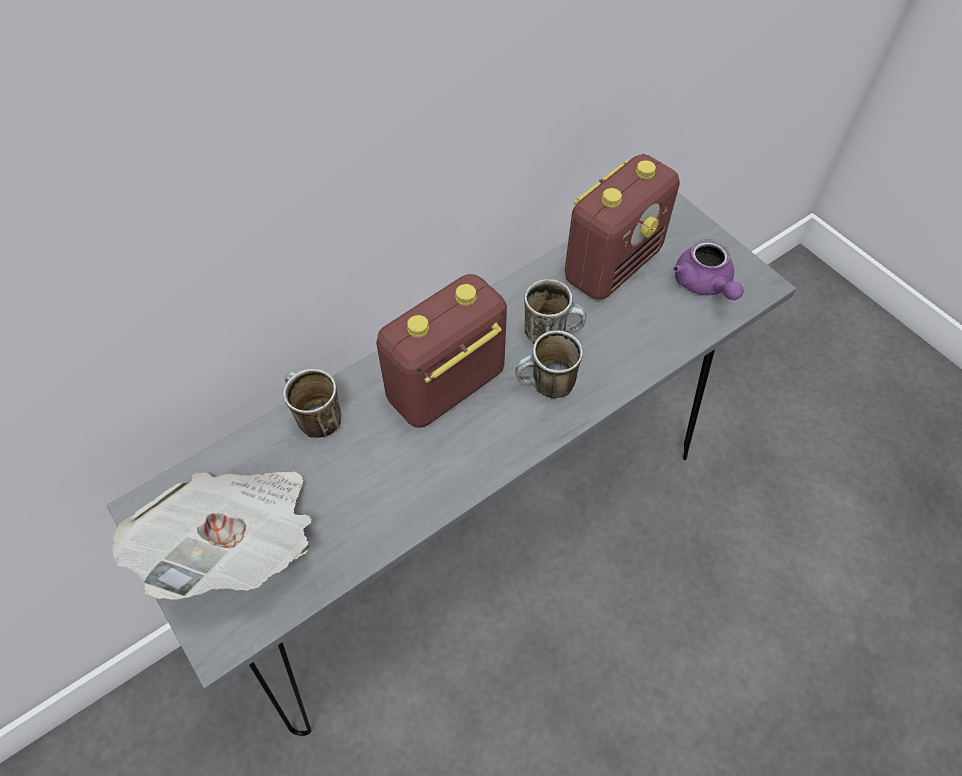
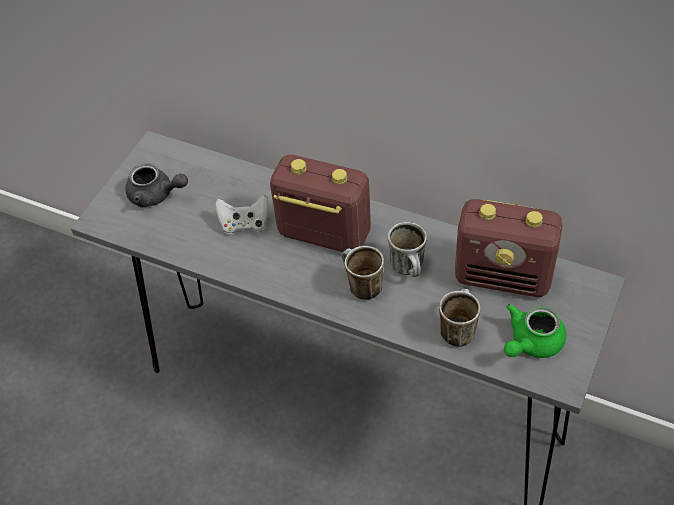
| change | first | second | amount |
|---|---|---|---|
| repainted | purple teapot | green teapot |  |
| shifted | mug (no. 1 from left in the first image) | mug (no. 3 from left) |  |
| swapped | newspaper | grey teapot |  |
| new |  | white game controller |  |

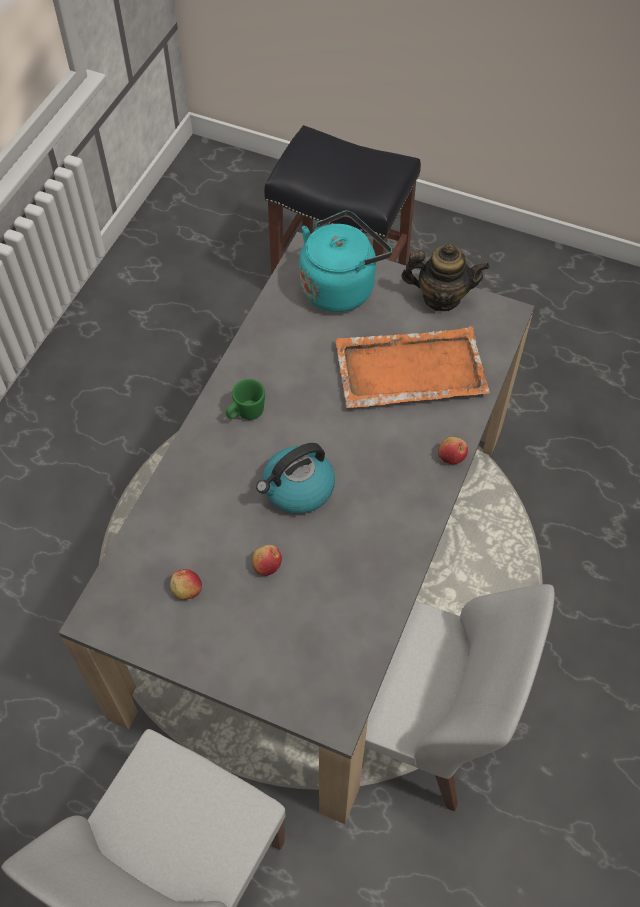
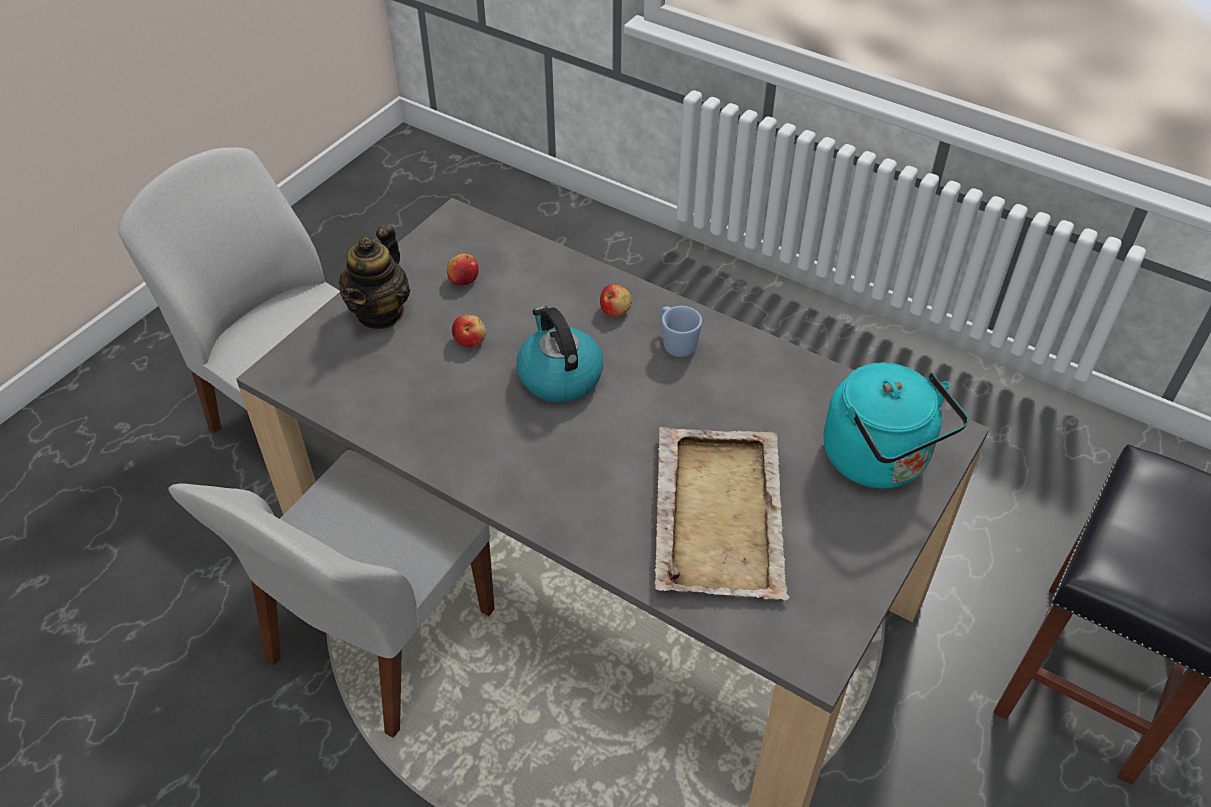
| change | first | second | amount |
|---|---|---|---|
| shifted | teapot |  |  |
| repainted | orange tray | beige tray |  |
| repainted | green mug | blue mug |  |
| shifted | apple (no. 3 from left) |  |  |

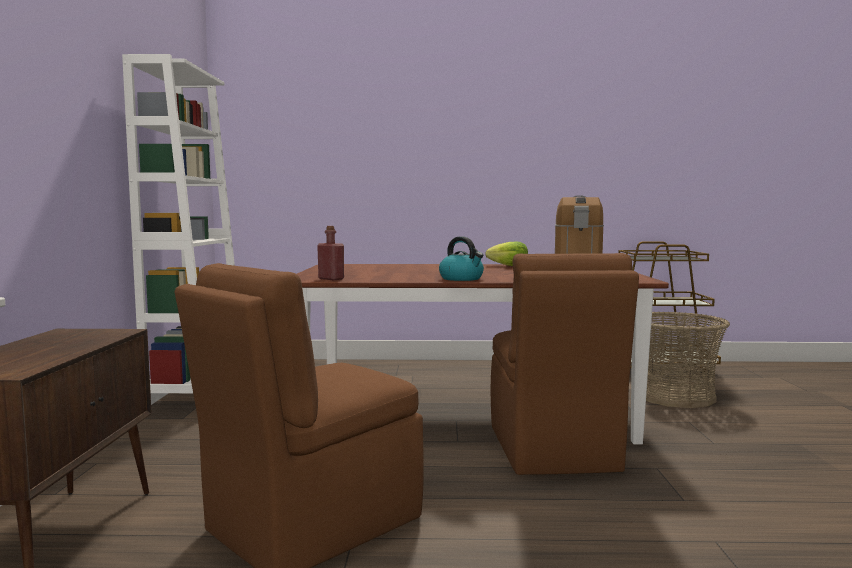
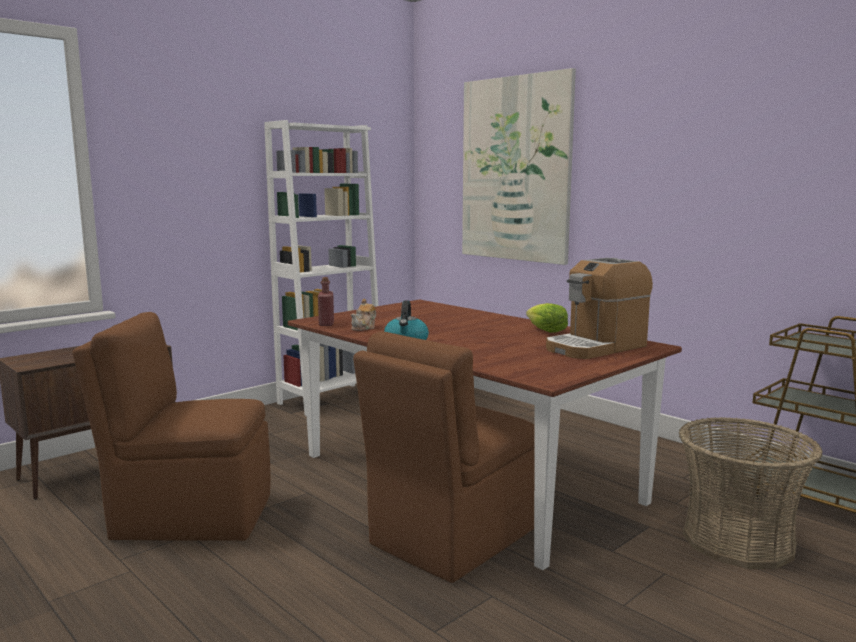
| change | first | second | amount |
|---|---|---|---|
| new |  | picture |  |
| new |  | teapot |  |

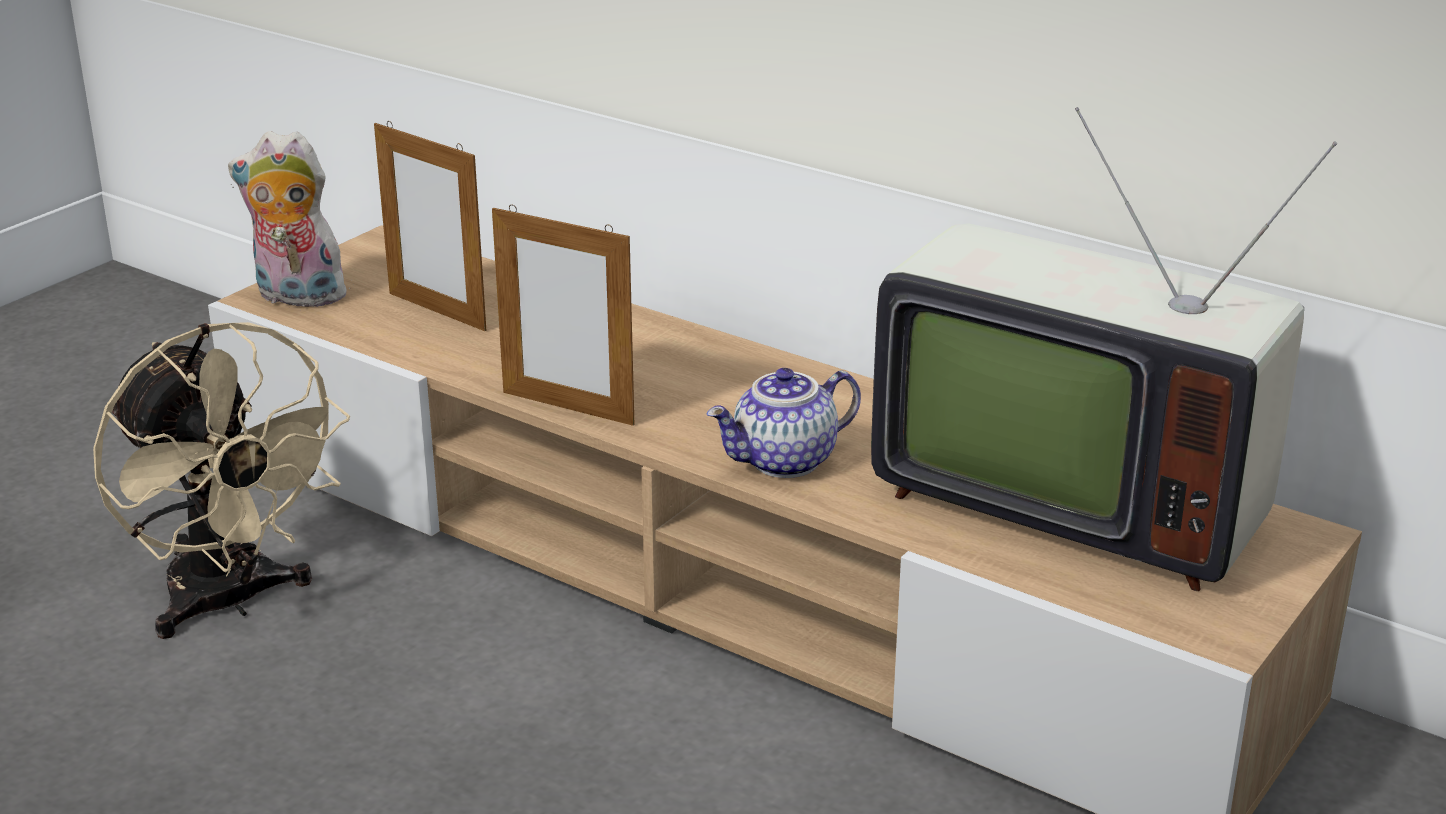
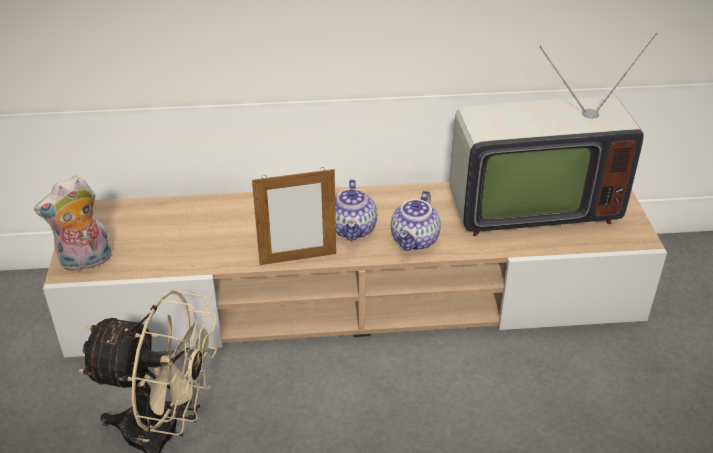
| change | first | second | amount |
|---|---|---|---|
| gone | picture frame (no. 1 from left) |  |  |
| new |  | teapot (no. 1 from left) |  |

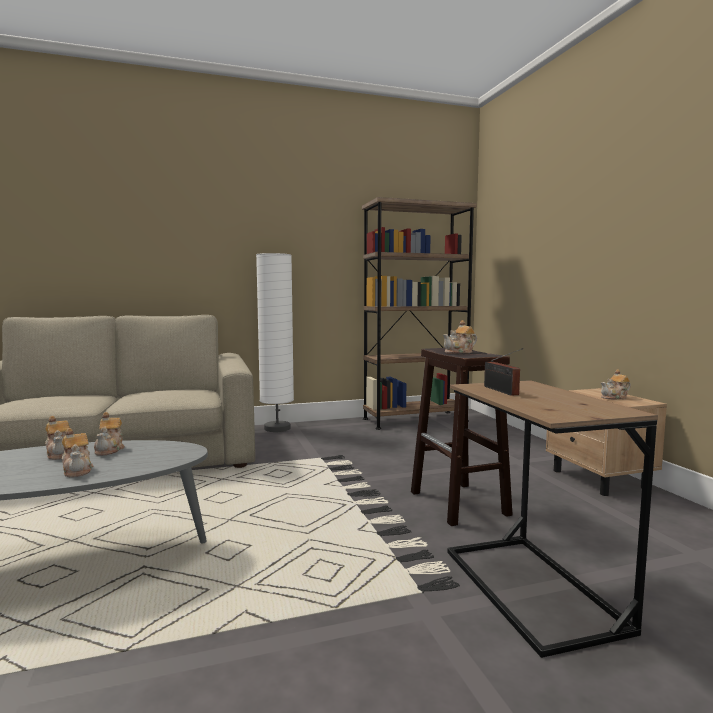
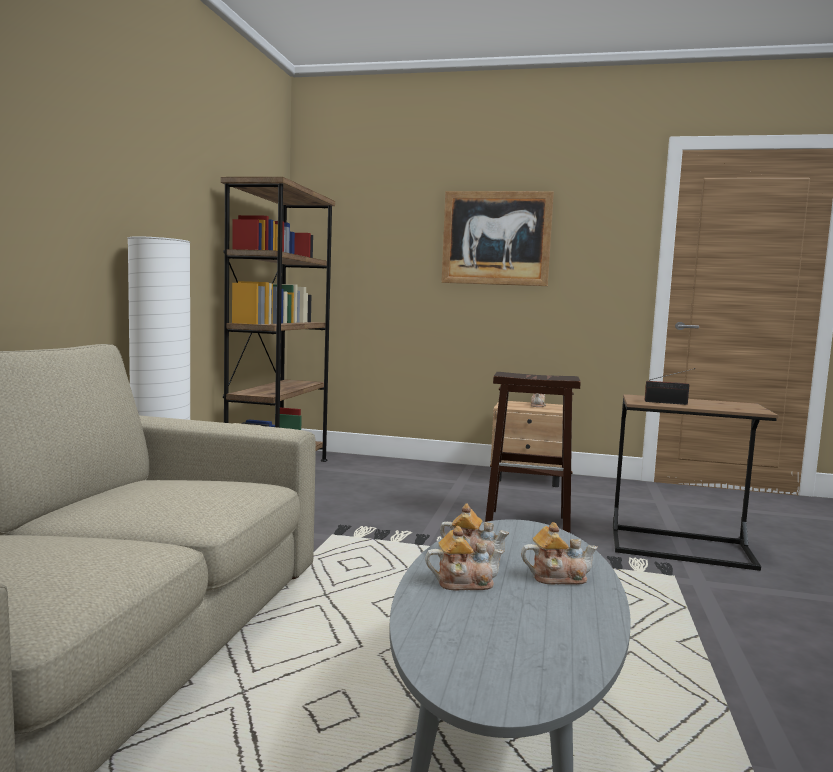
| change | first | second | amount |
|---|---|---|---|
| gone | teapot (no. 4 from left) |  |  |
| new |  | picture |  |

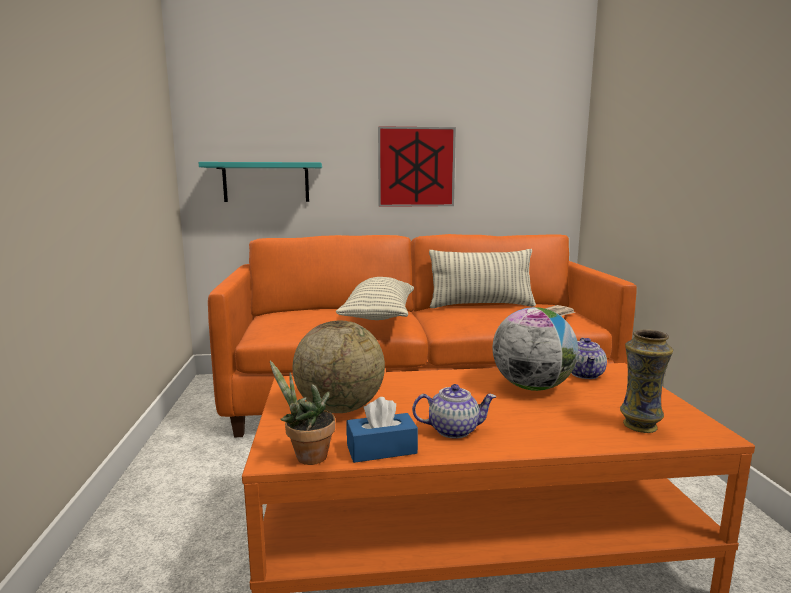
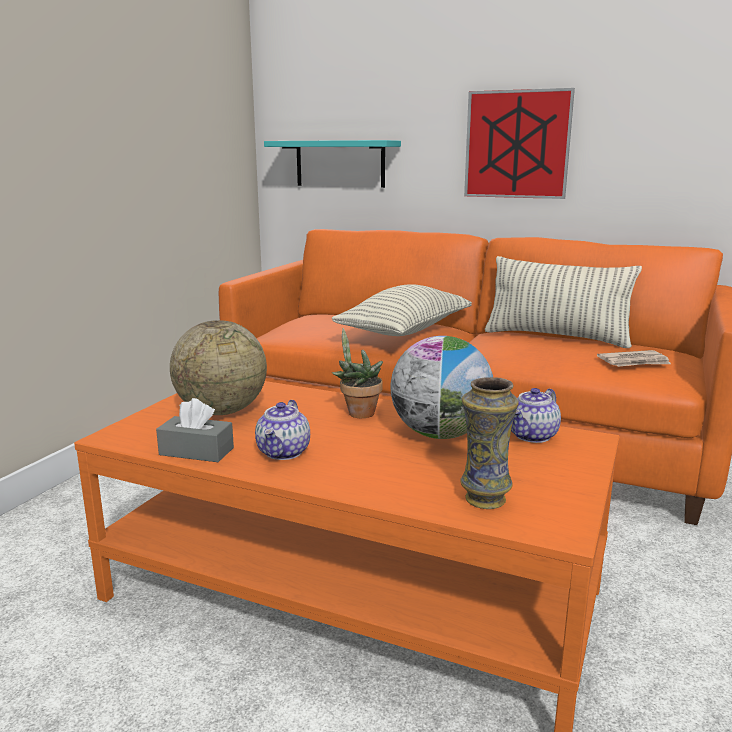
| change | first | second | amount |
|---|---|---|---|
| shifted | potted plant |  |  |
| rotated | teapot (no. 1 from left) |  | 75 degrees clockwise |
| repainted | blue tissue box | grey tissue box |  |

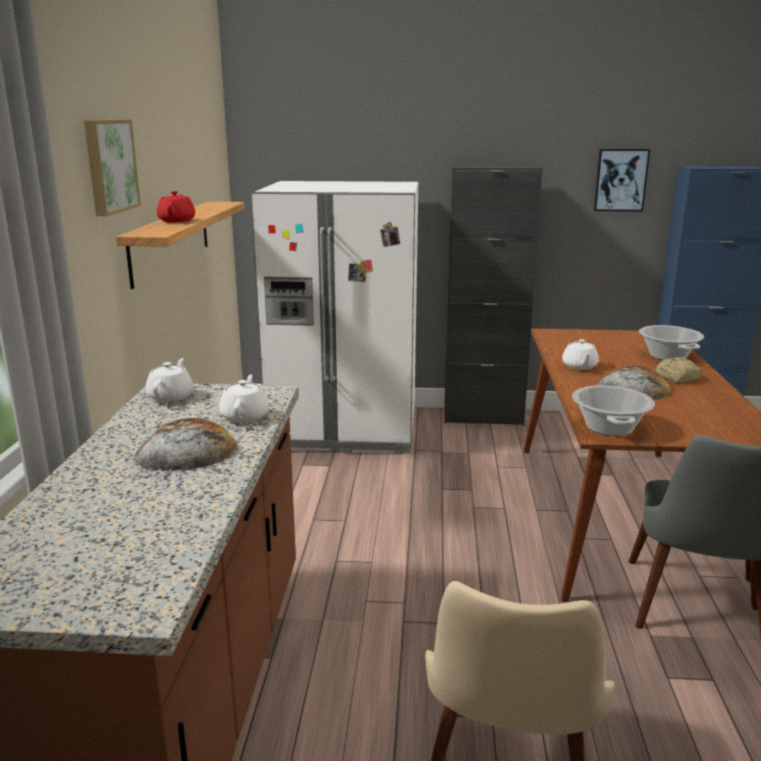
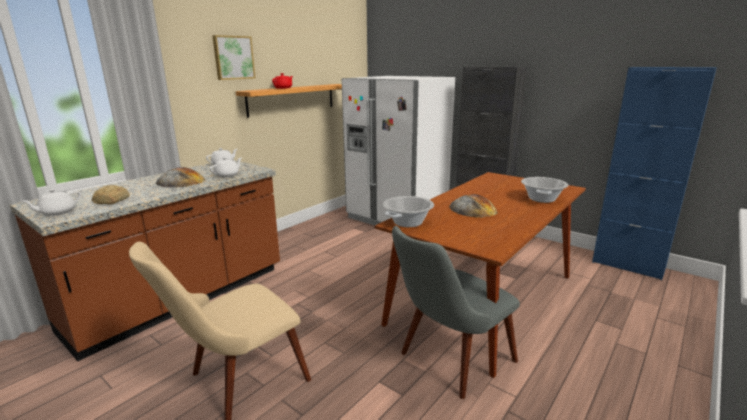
| change | first | second | amount |
|---|---|---|---|
| gone | picture (no. 2 from left) |  |  |
| shifted | white teapot (no. 3 from left in the first image) | white teapot (no. 1 from left) |  |
| shifted | bread (no. 3 from left in the first image) | bread (no. 1 from left) |  |

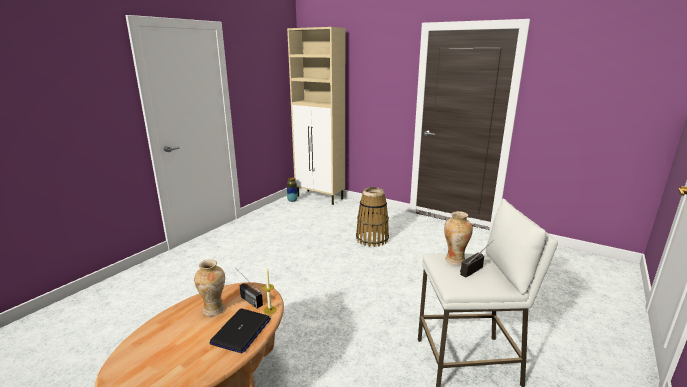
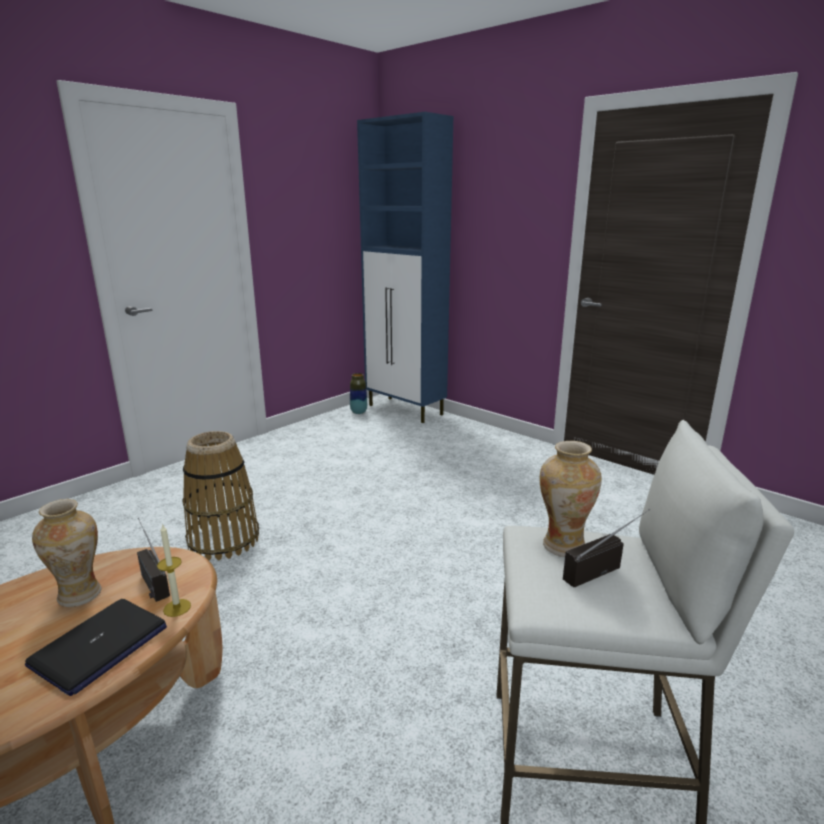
| change | first | second | amount |
|---|---|---|---|
| repainted | beige cabinet | blue cabinet |  |
| shifted | basket |  |  |

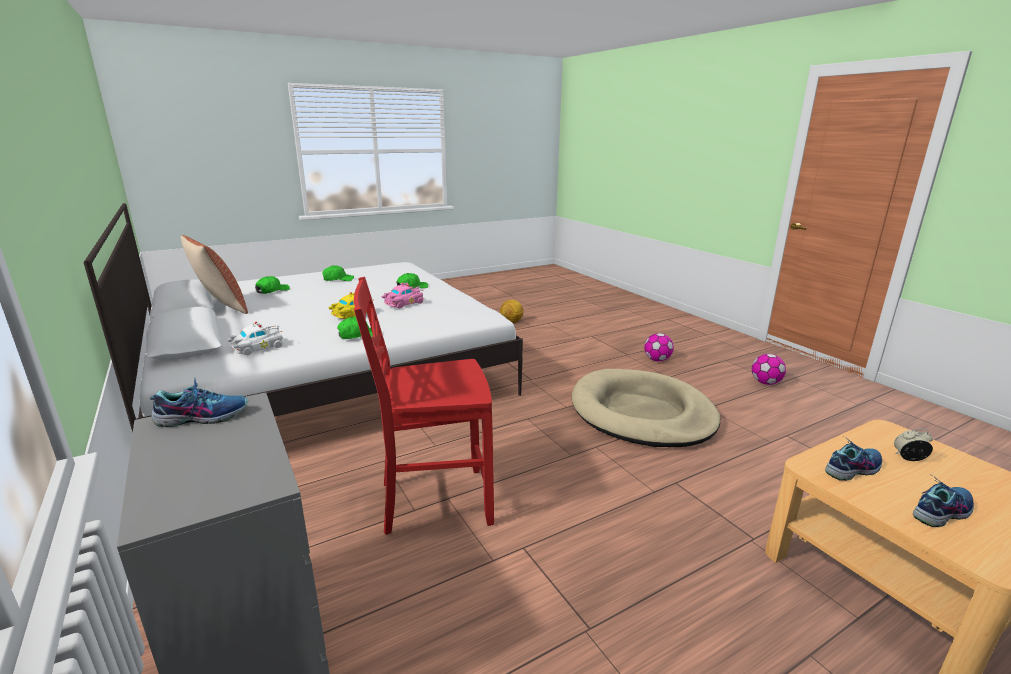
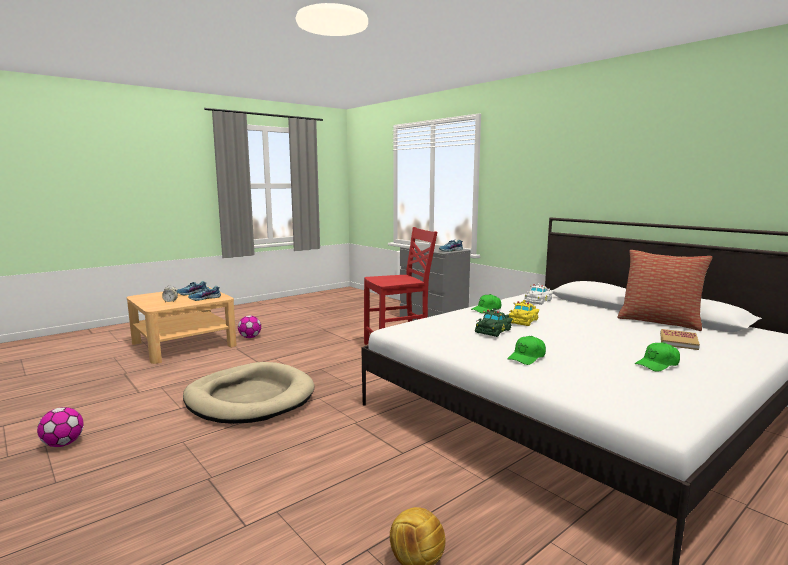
| change | first | second | amount |
|---|---|---|---|
| swapped | green cap (no. 1 from left) | book |  |
| repainted | pink toy car | green toy car |  |
| shifted | football (no. 2 from left) |  |  |

